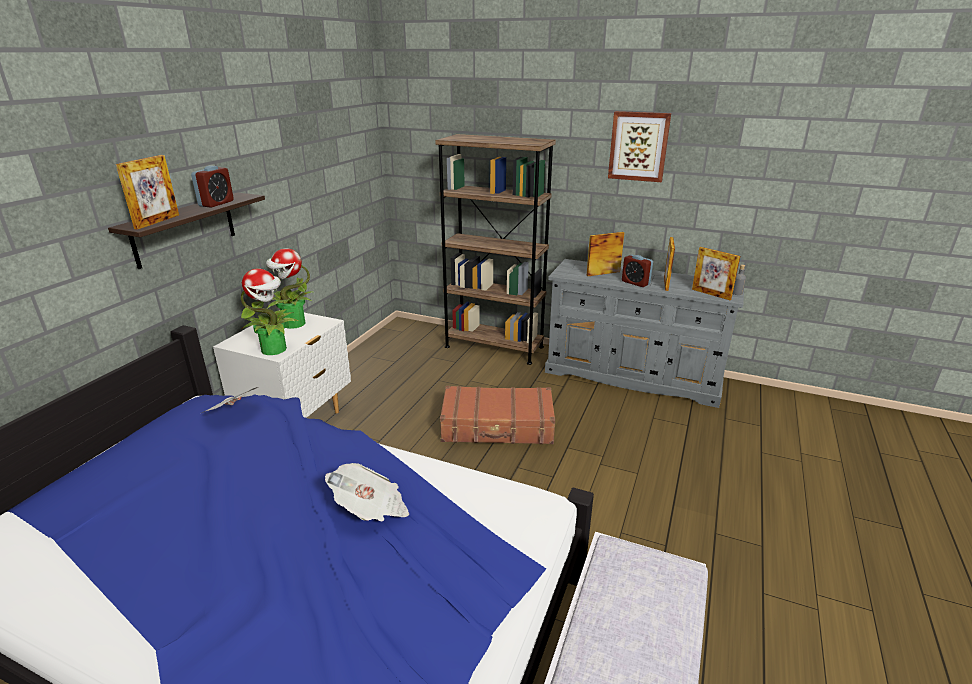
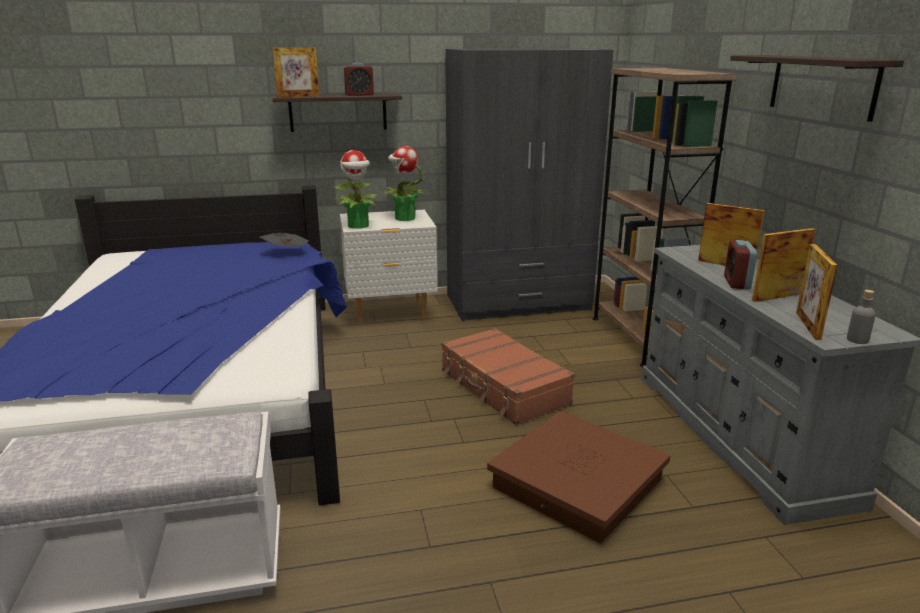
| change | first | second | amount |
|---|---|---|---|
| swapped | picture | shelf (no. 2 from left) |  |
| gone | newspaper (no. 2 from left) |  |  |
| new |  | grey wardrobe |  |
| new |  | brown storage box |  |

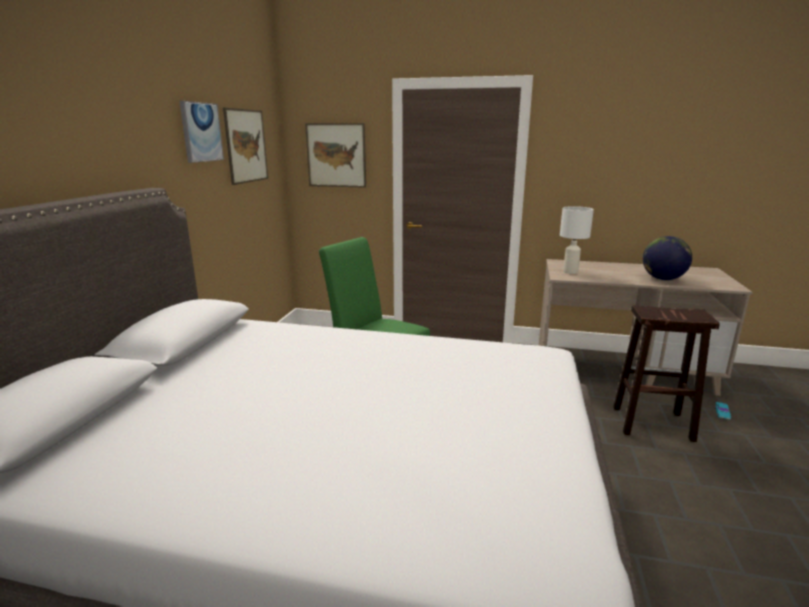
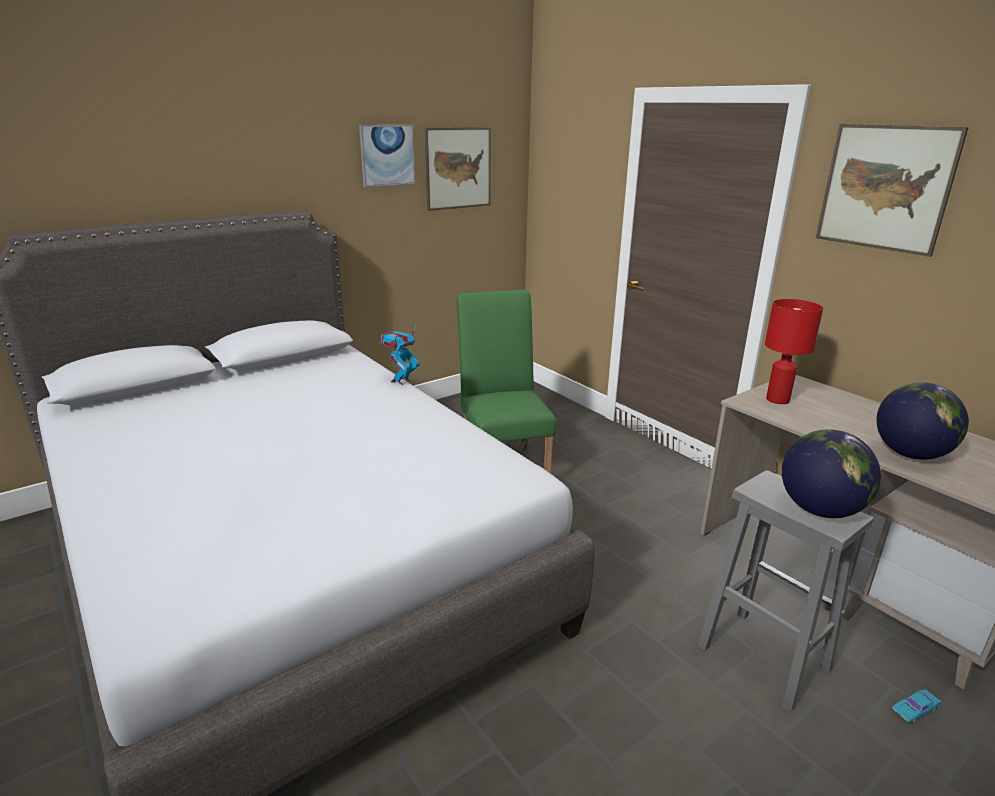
| change | first | second | amount |
|---|---|---|---|
| shifted | picture (no. 3 from left) |  |  |
| repainted | white table lamp | red table lamp |  |
| repainted | brown stool | grey stool |  |
| new |  | toy robot |  |
| new |  | globe (no. 1 from left) |  |

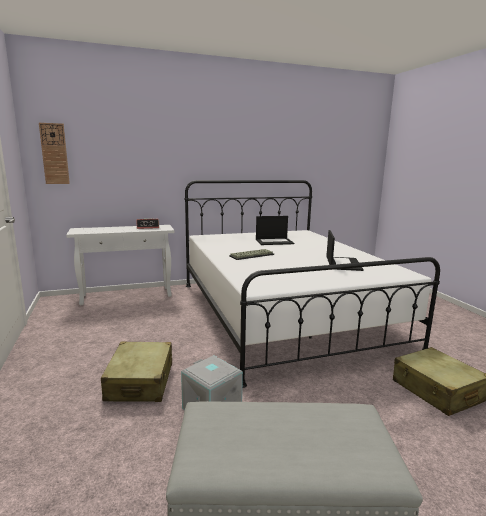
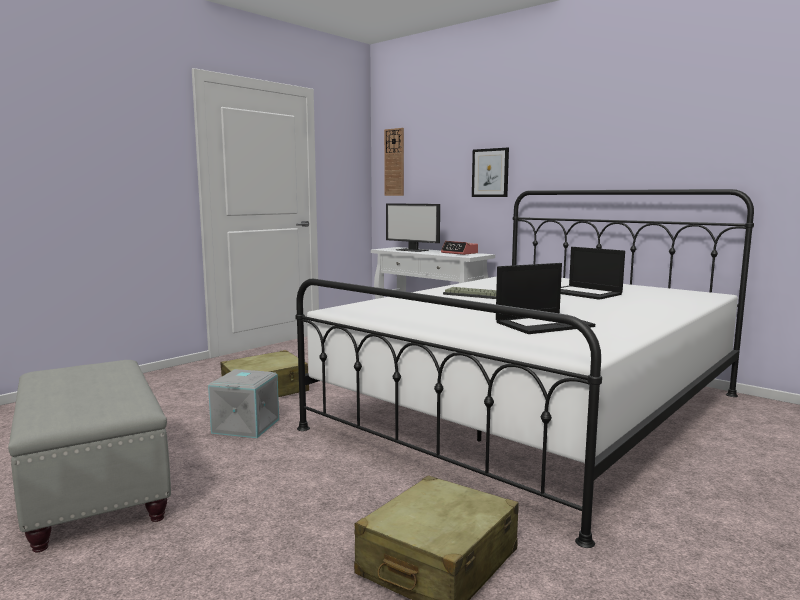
| change | first | second | amount |
|---|---|---|---|
| new |  | picture |  |
| new |  | monitor |  |

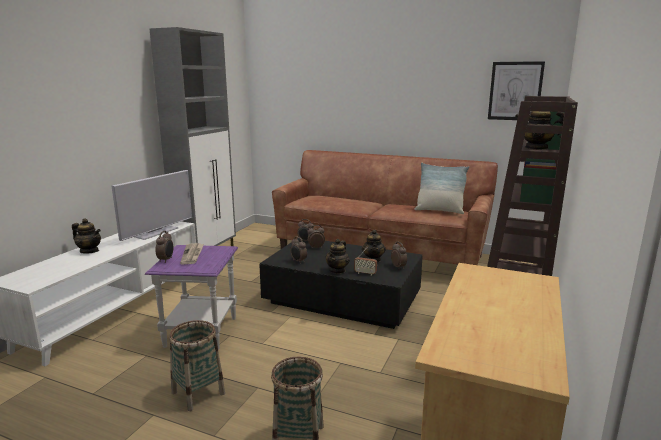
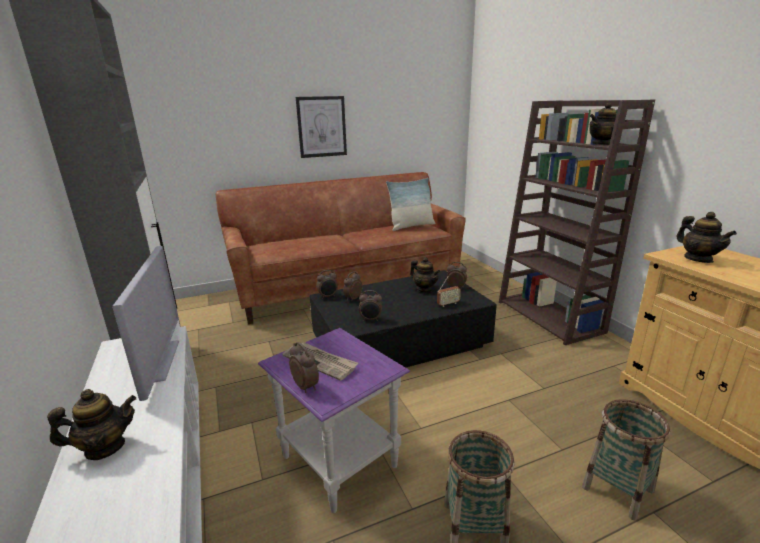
| change | first | second | amount |
|---|---|---|---|
| shifted | picture |  |  |
| shifted | teapot (no. 2 from left in the first image) | teapot (no. 4 from left) |  |

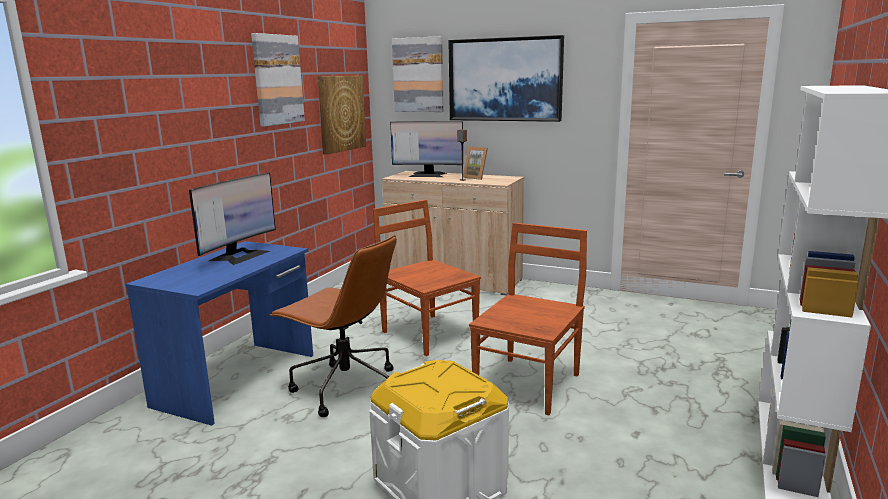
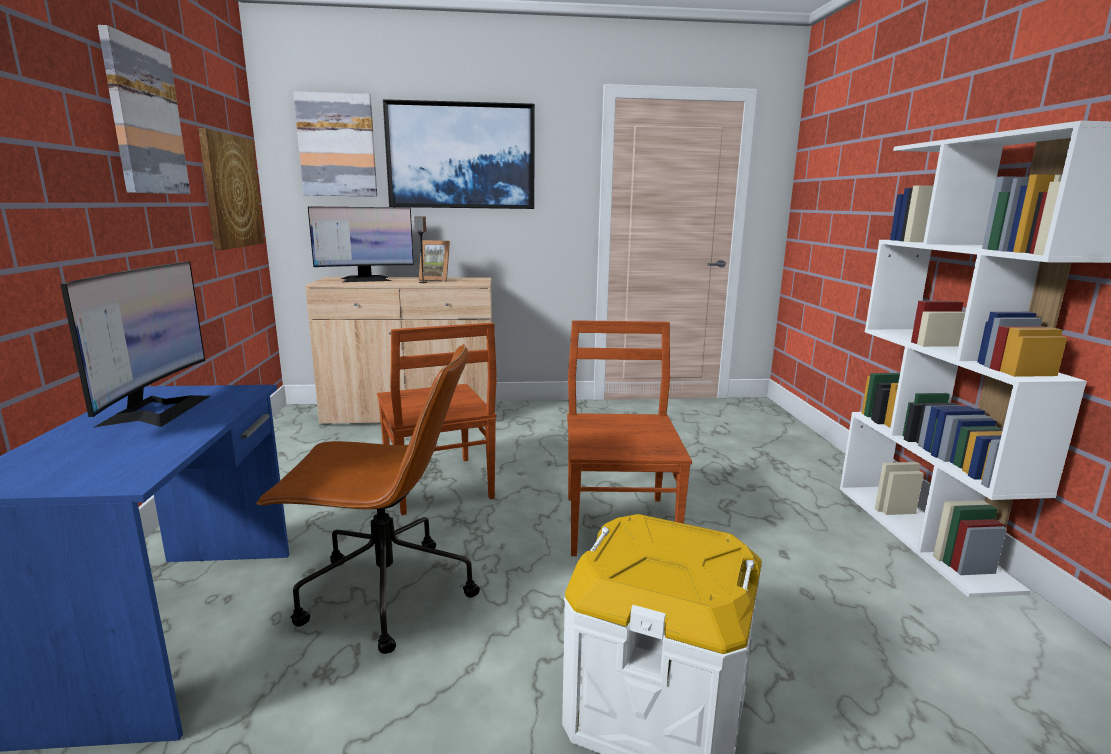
| change | first | second | amount |
|---|---|---|---|
| rotated | brown chair (no. 1 from left) |  | 135 degrees counterclockwise |

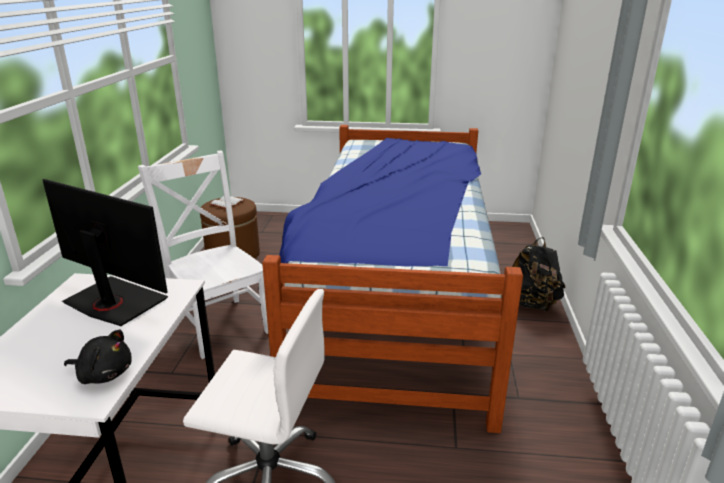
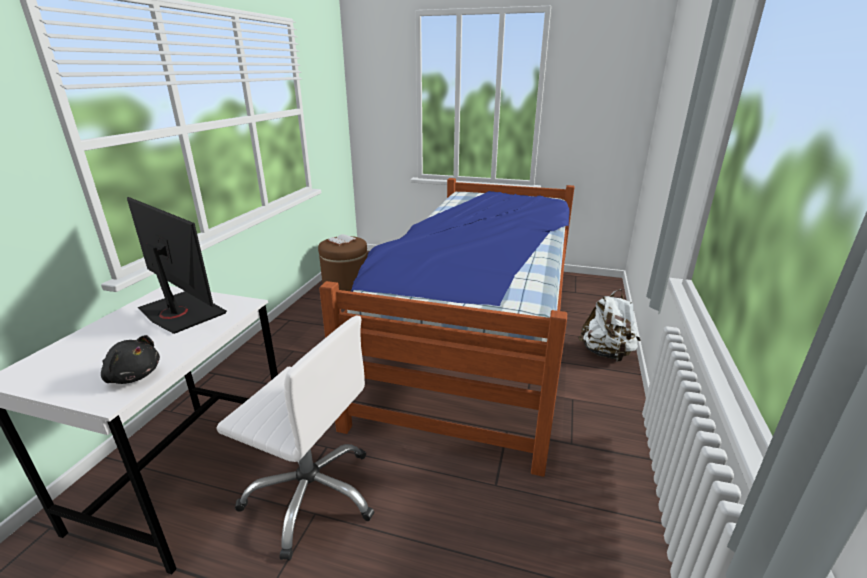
| change | first | second | amount |
|---|---|---|---|
| gone | white chair |  |  |
| repainted | black backpack | white backpack |  |

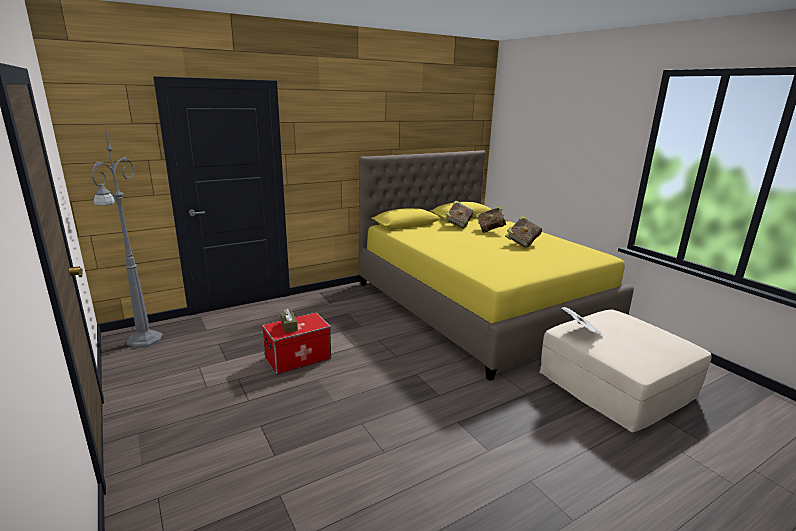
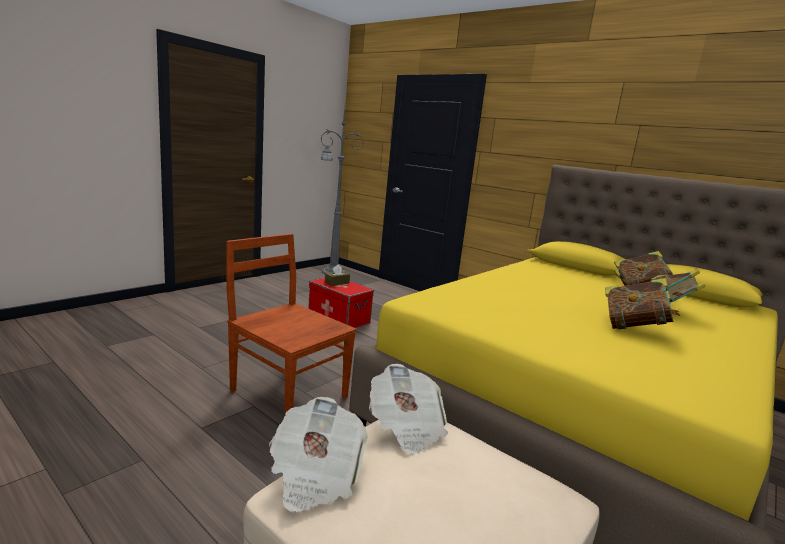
| change | first | second | amount |
|---|---|---|---|
| new |  | brown chair |  |
| new |  | newspaper (no. 1 from left) |  |

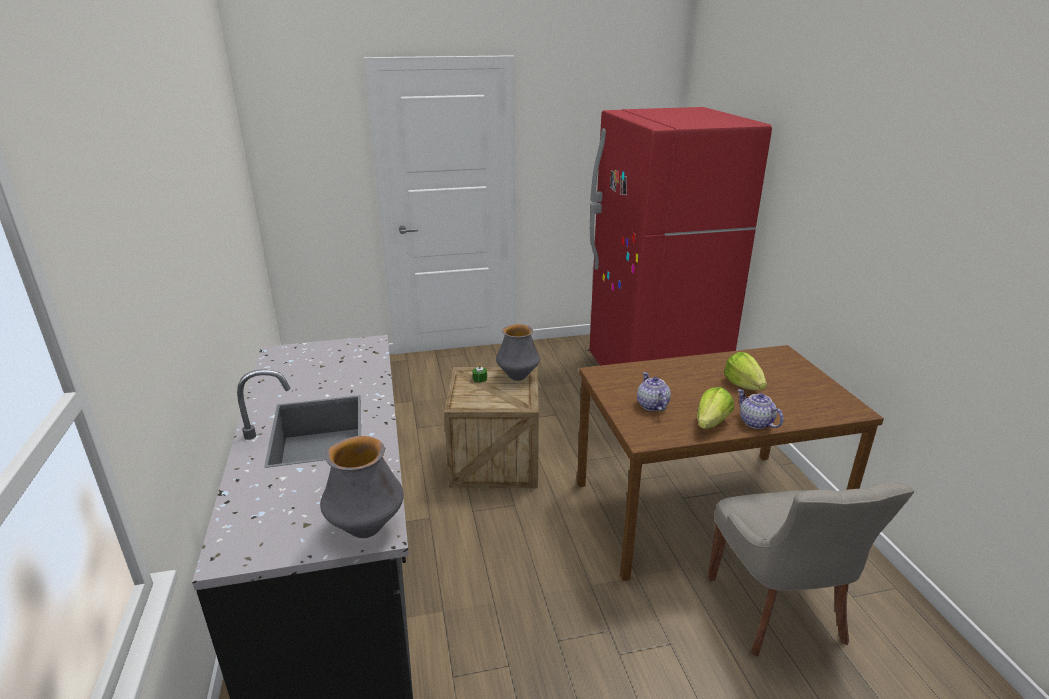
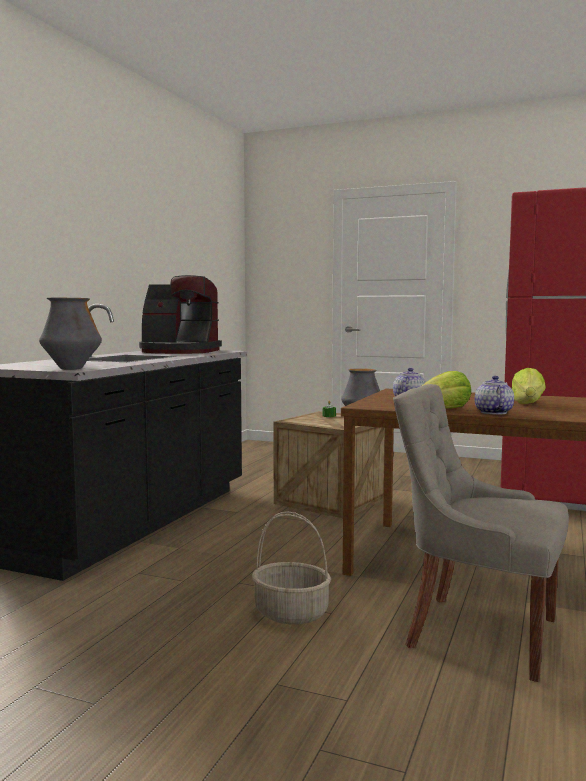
| change | first | second | amount |
|---|---|---|---|
| rotated | grey chair |  | 90 degrees clockwise |
| new |  | coffee machine |  |
| new |  | basket |  |

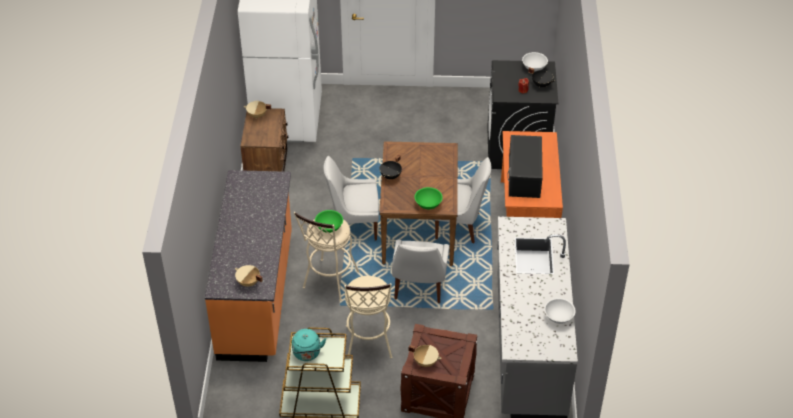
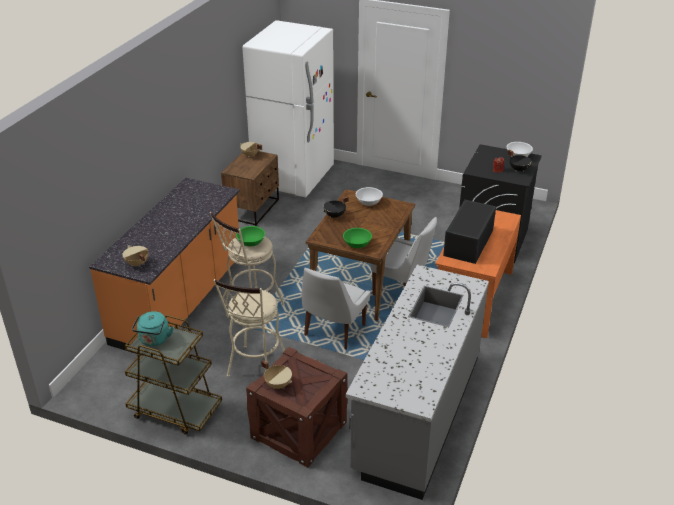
| change | first | second | amount |
|---|---|---|---|
| gone | white chair (no. 1 from left) |  |  |
| shifted | white bowl (no. 2 from left in the first image) | white bowl (no. 1 from left) |  |

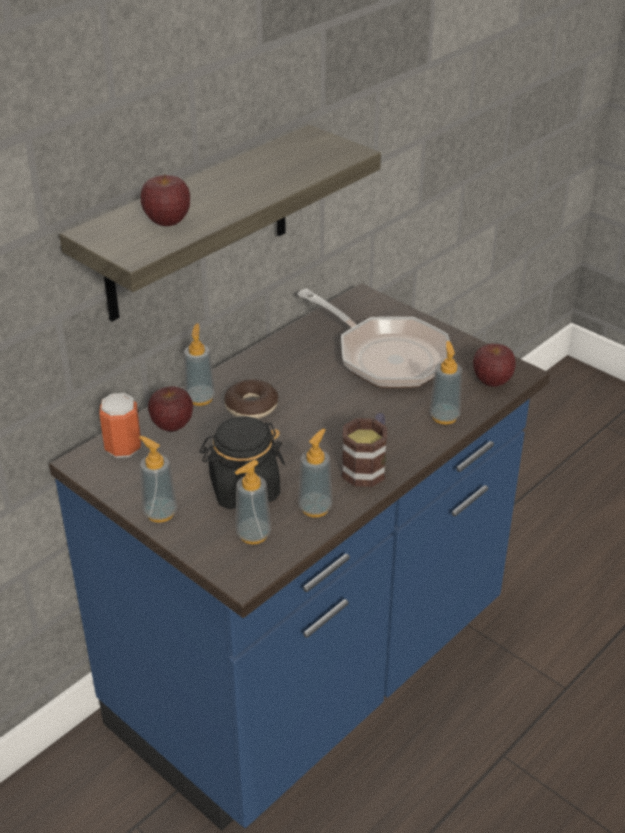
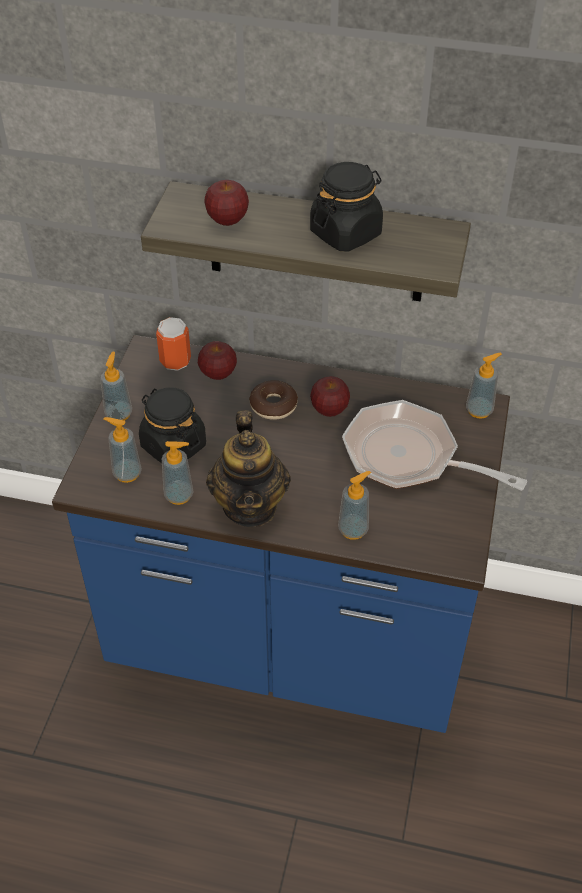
| change | first | second | amount |
|---|---|---|---|
| rotated | frying pan |  | 105 degrees clockwise |
| shifted | soap dispenser (no. 2 from left in the first image) | soap dispenser (no. 5 from left) |  |
| shifted | apple (no. 3 from left) |  |  |
| swapped | mug | teapot |  |
| new |  | black jar (no. 2 from left) |  |

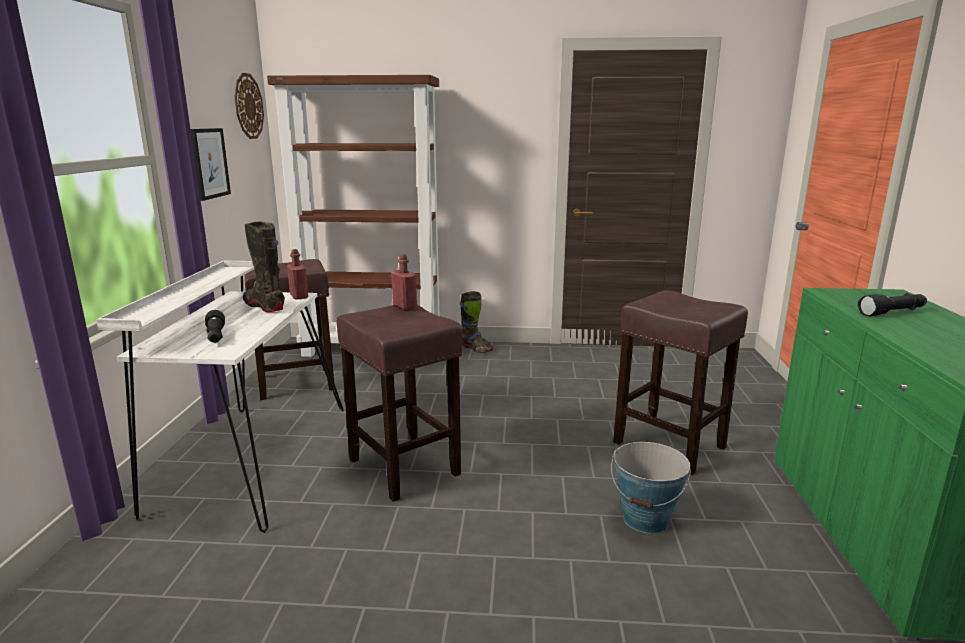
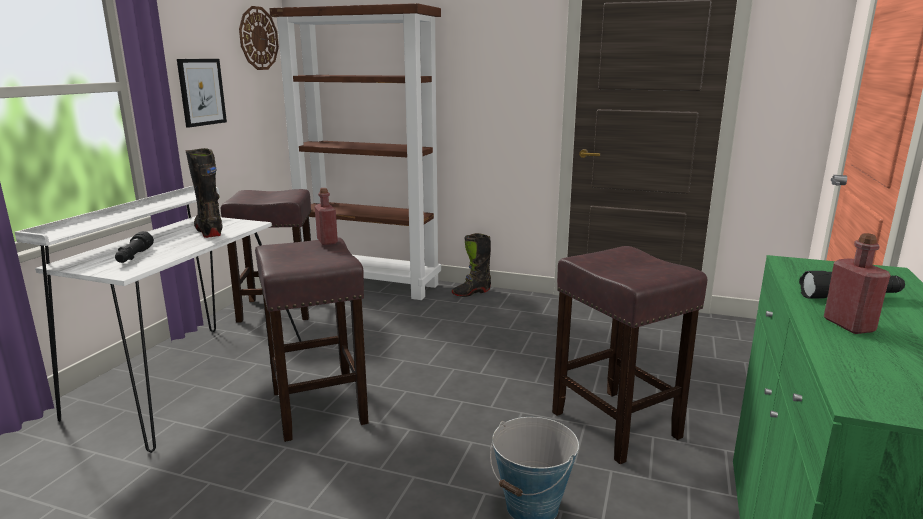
| change | first | second | amount |
|---|---|---|---|
| shifted | red bottle (no. 1 from left in the first image) | red bottle (no. 2 from left) |  |
| rotated | black boot (no. 2 from left) |  | 90 degrees clockwise |

